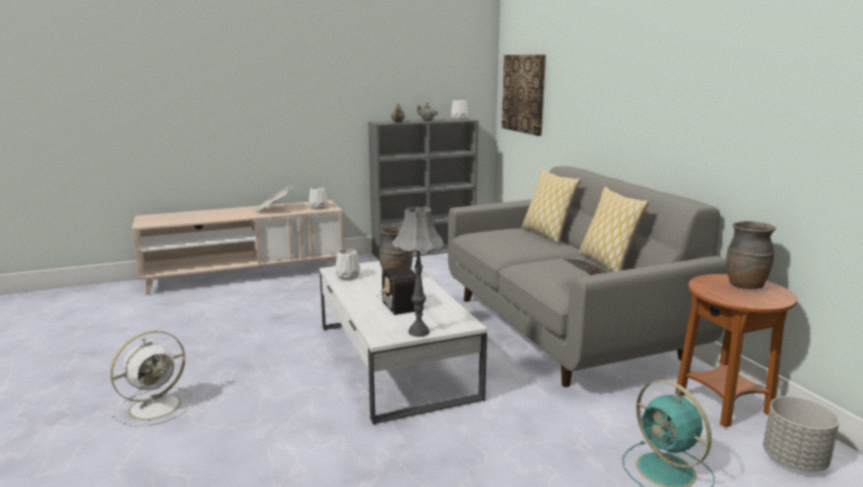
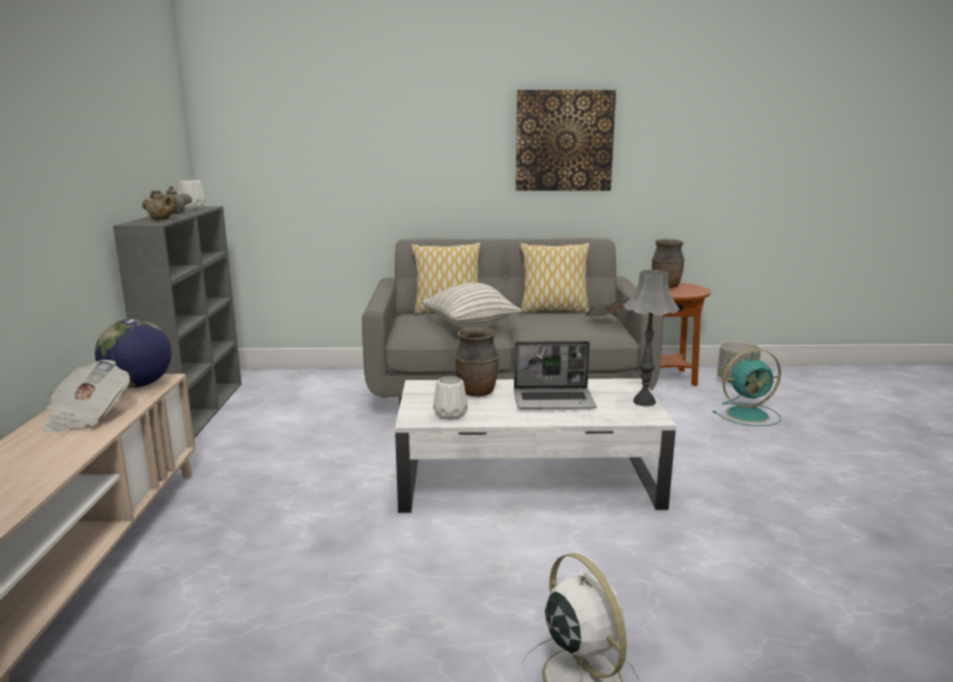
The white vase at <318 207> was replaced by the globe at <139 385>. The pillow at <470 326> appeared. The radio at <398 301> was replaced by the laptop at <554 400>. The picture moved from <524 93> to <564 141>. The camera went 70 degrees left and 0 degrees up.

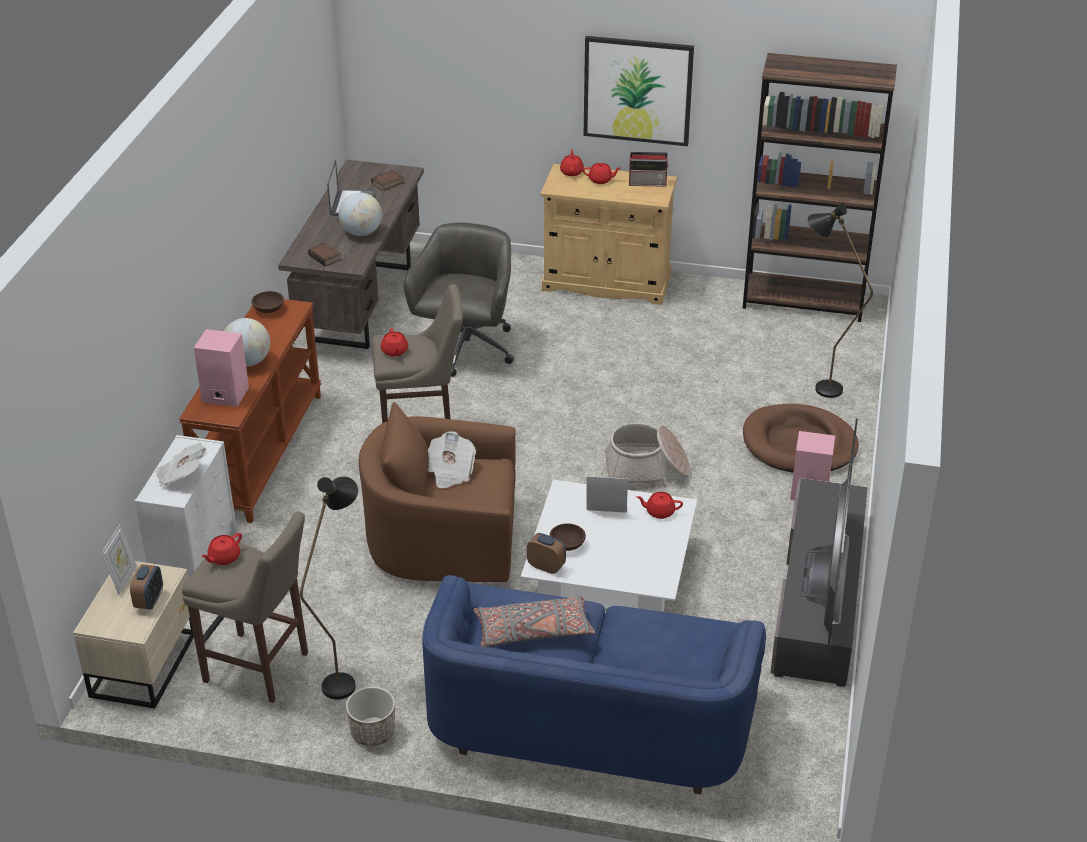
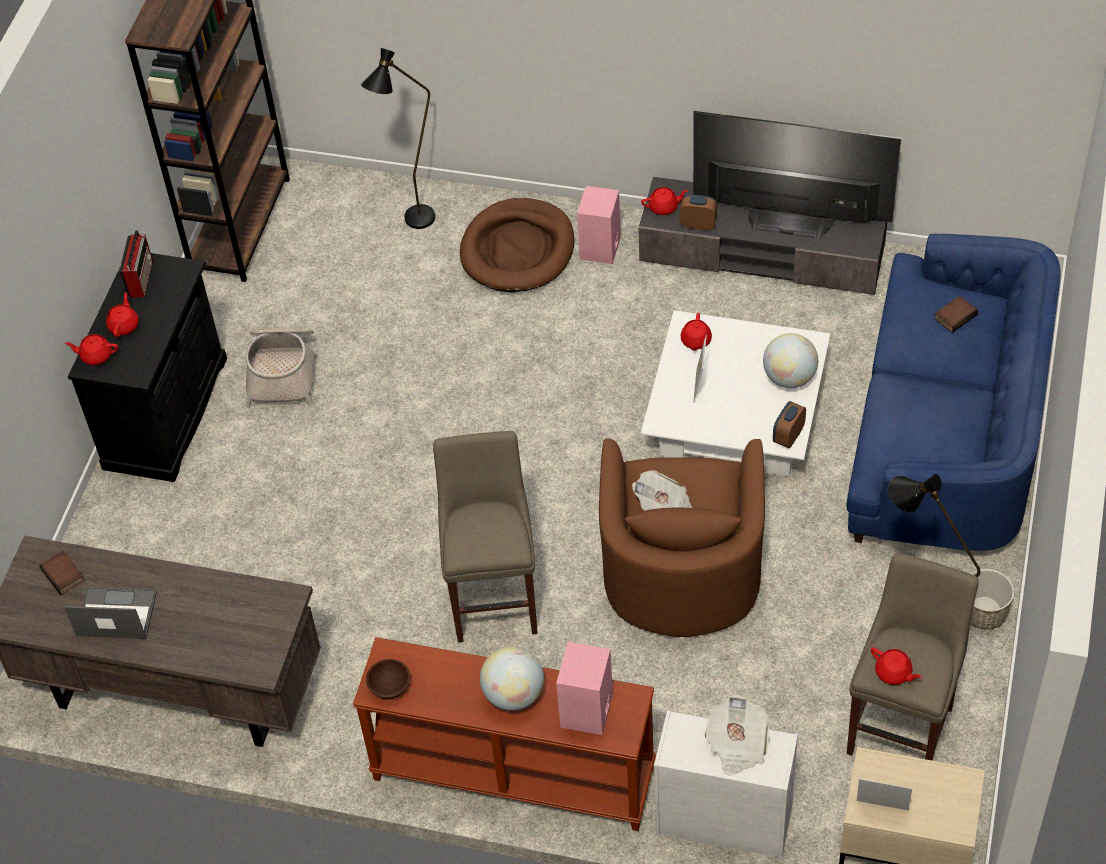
The beige cabinet at <606 282> became the black cabinet at <166 413>. The basket moved from <646 469> to <283 371>. The red teapot moved from <394 351> to <664 207>. The alarm clock moved from <149 601> to <698 224>. The globe moved from <361 233> to <789 378>. The book moved from <326 257> to <955 316>. The grey office chair at <466 350> disappeared. The grey pillow at <533 631> disappeared. The brown bowl at <566 544> disappeared. The picture at <637 90> disappeared. The camera went 85 degrees left and 15 degrees up.

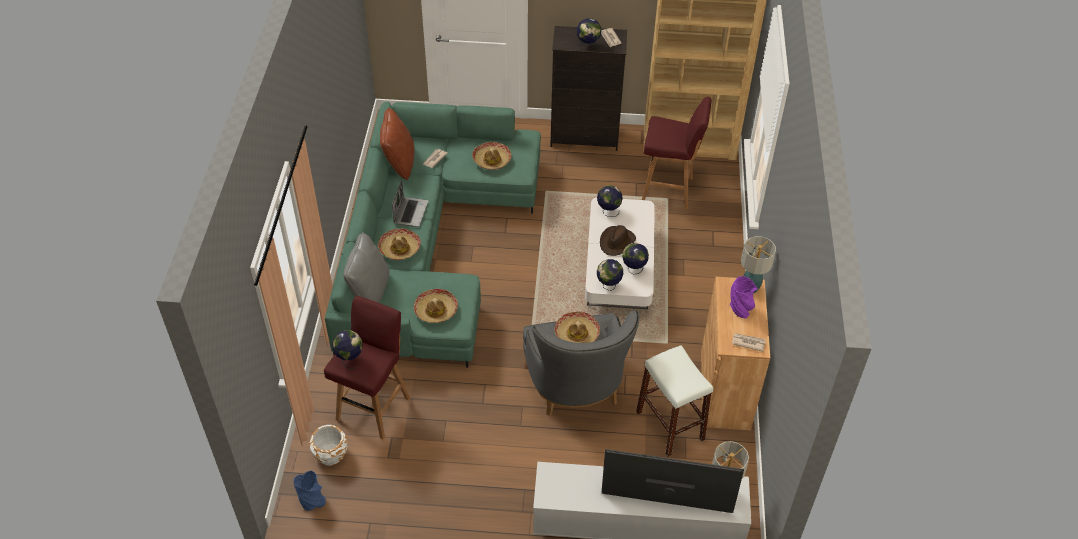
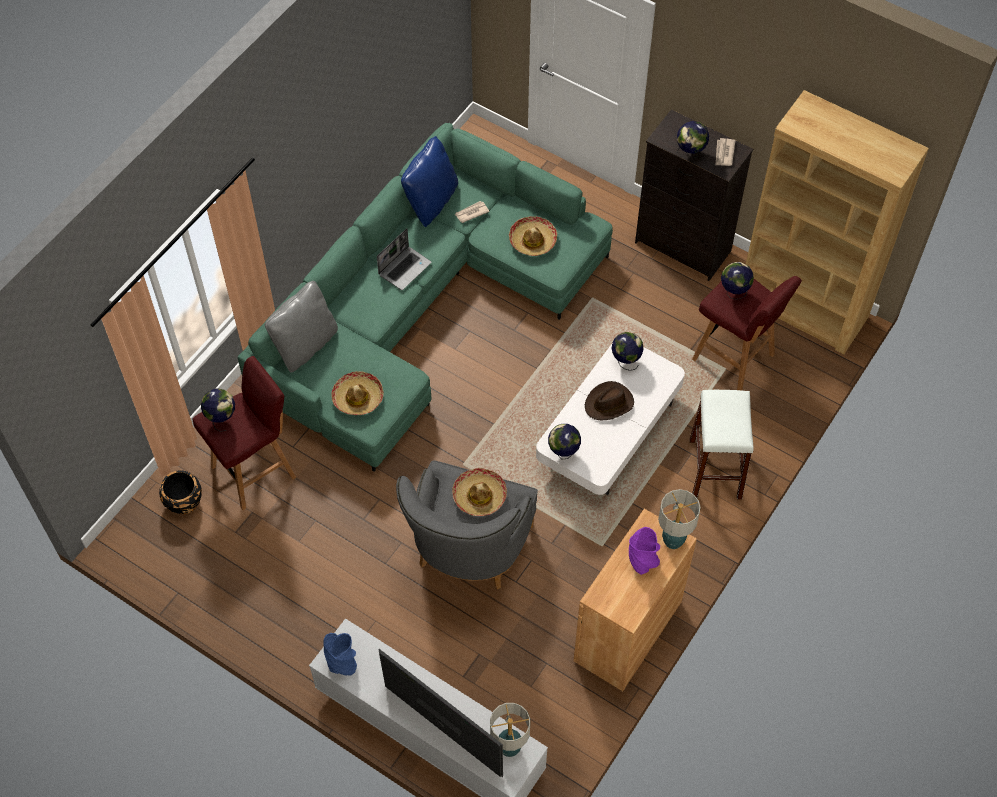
The white planter at <330 455> became the black planter at <184 502>. The blue vase moved from <312 501> to <341 662>. The brown pillow at <399 163> became the blue pillow at <431 201>. The white stool moved from <670 425> to <715 469>. The globe moved from <633 269> to <734 292>. The hat at <399 248> disappeared. The newspaper at <748 342> disappeared. The camera went 30 degrees right and 10 degrees up.

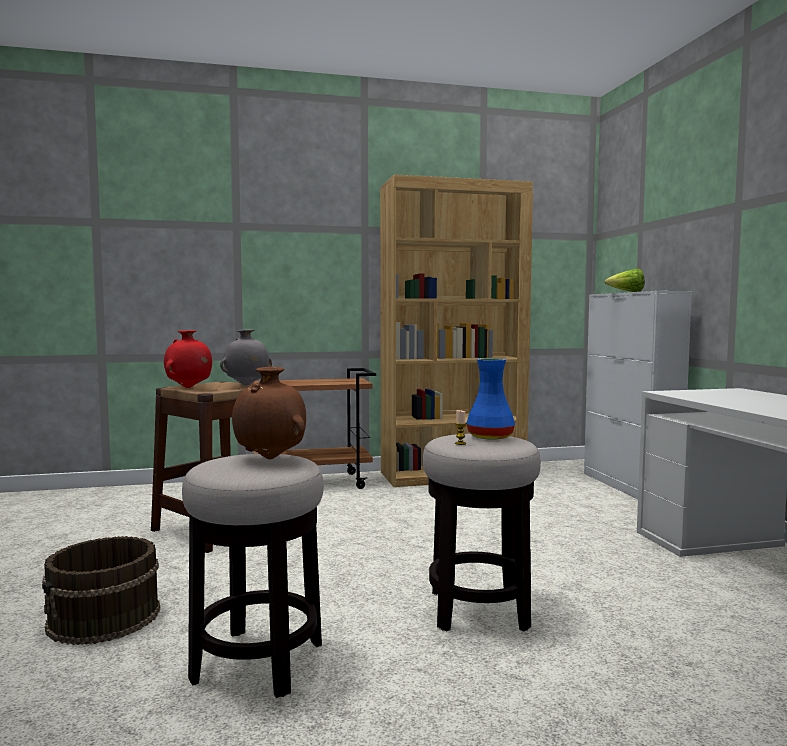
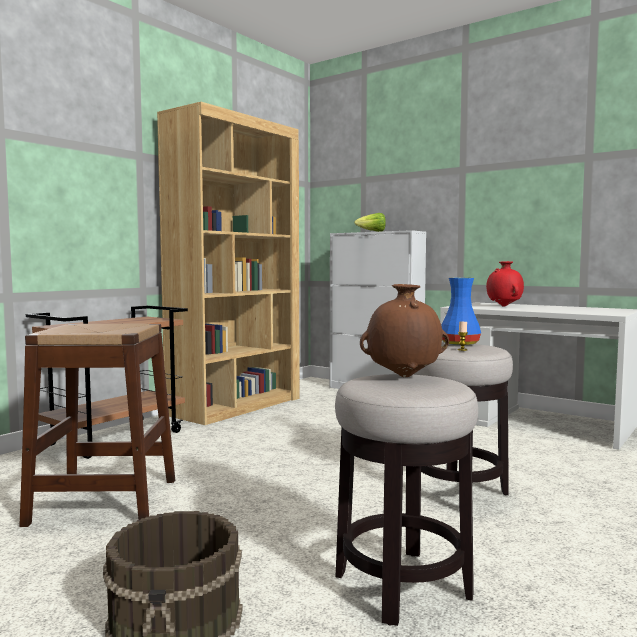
The red vase moved from <188 388> to <504 306>. The grey vase at <246 385> disappeared. The camera went 40 degrees left and 0 degrees up.

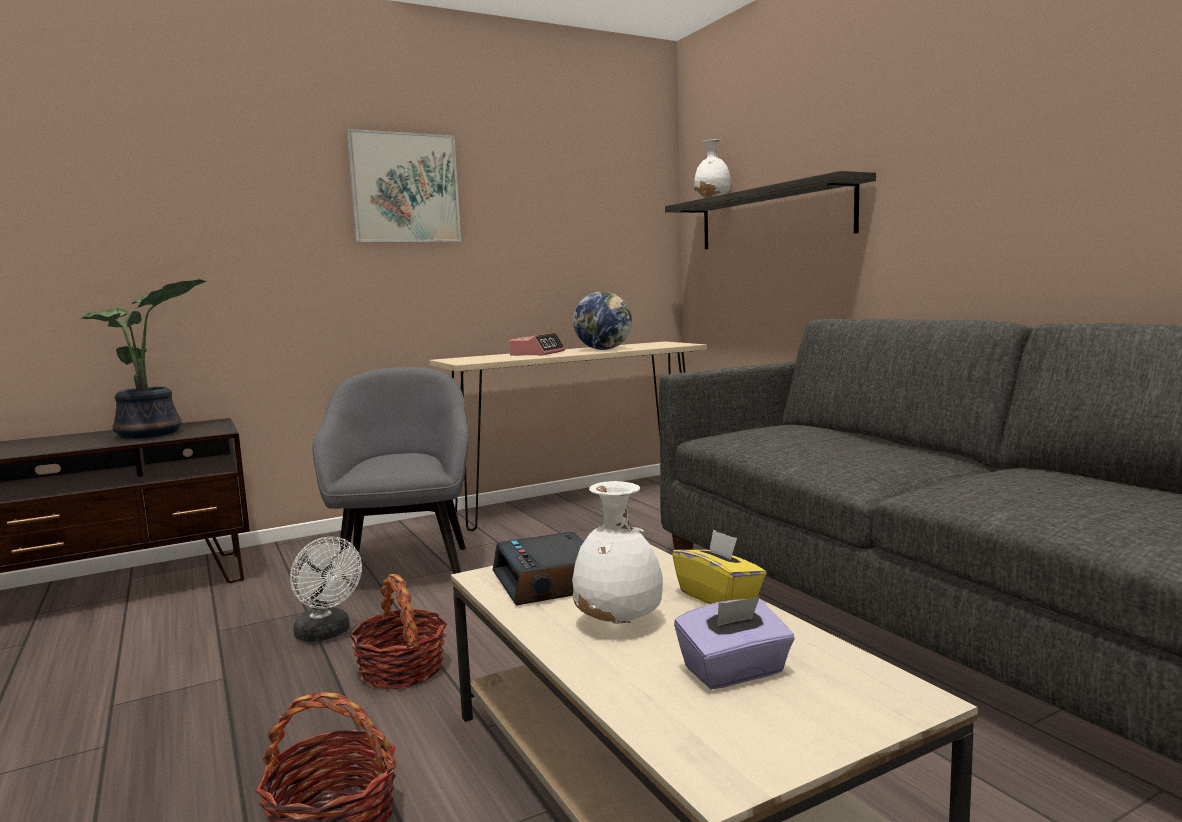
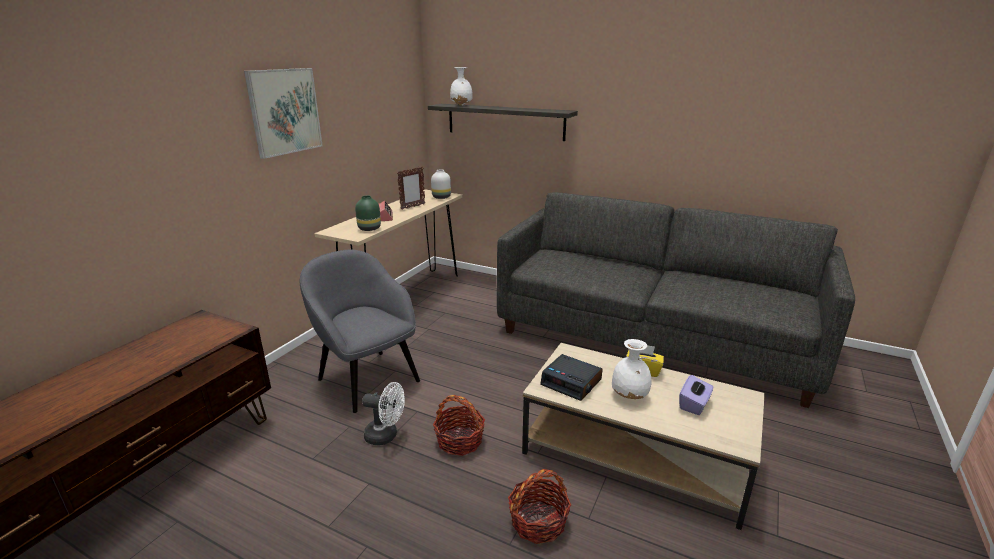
The green vase at <370 229> appeared. The globe at <603 349> was replaced by the picture frame at <412 207>. The white vase at <441 197> appeared. The potted plant at <152 434> disappeared. The camera went 35 degrees left and 15 degrees up.

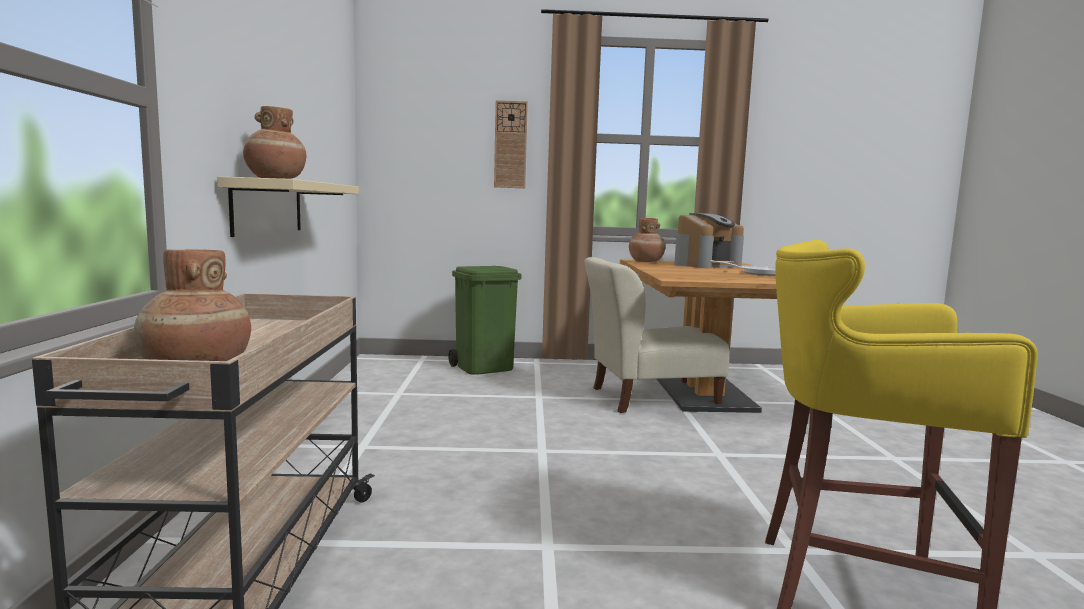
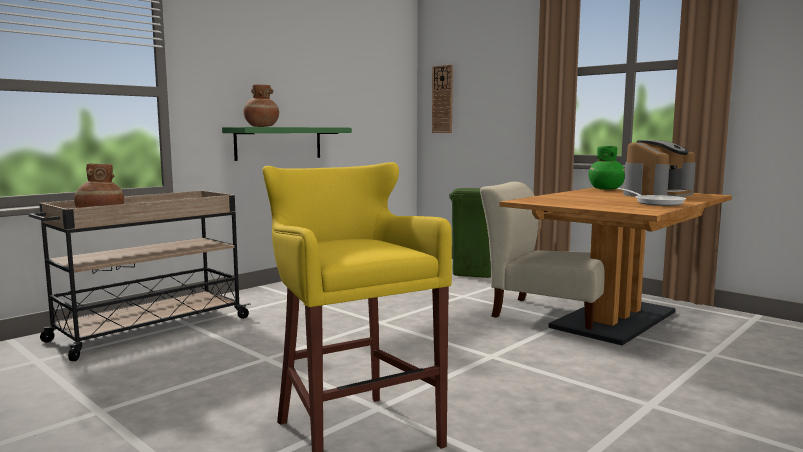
The beige shelf at <268 207> became the green shelf at <279 143>. The wall clock moved from <510 145> to <442 99>. The brown vase at <646 261> became the green vase at <606 189>. The coffee machine at <706 265> turned 45 degrees counterclockwise. The camera went 45 degrees right and 0 degrees up.

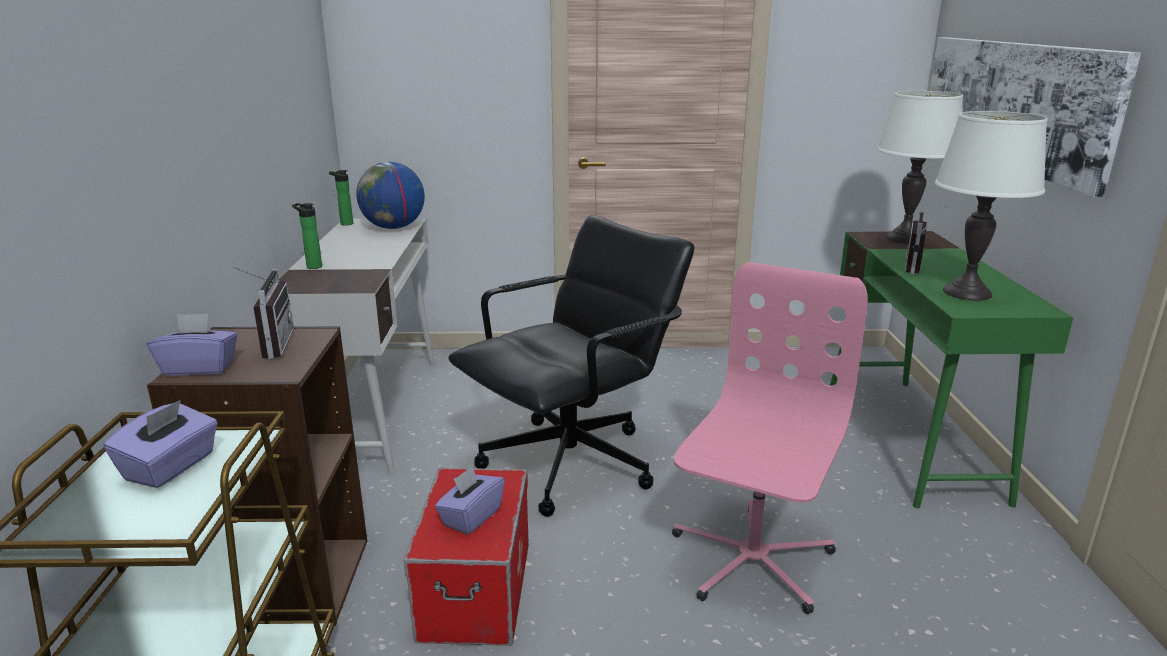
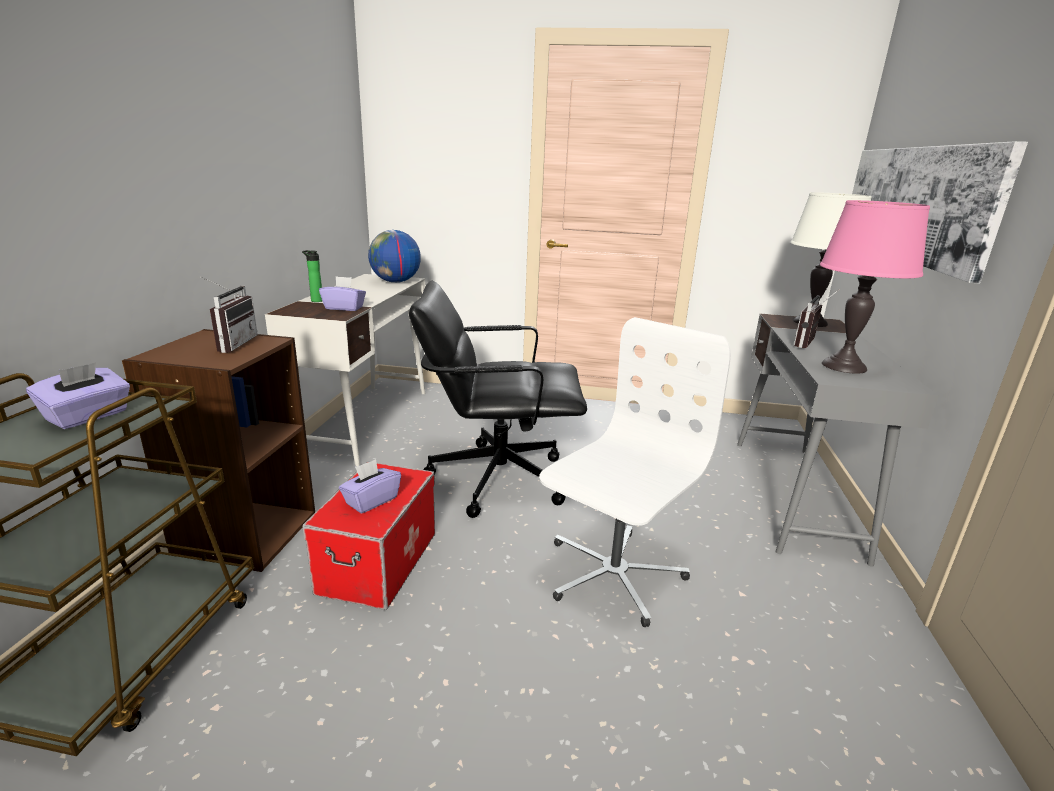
The purple tissue box moved from <199 368> to <344 308>. The black office chair at <572 464> turned 150 degrees counterclockwise. The pink office chair at <750 560> became the white office chair at <612 574>. The green desk at <910 438> became the grey desk at <794 495>. The white table lamp at <966 292> became the pink table lamp at <843 366>. The bottle at <344 224> disappeared. The camera went 10 degrees right and 0 degrees up.

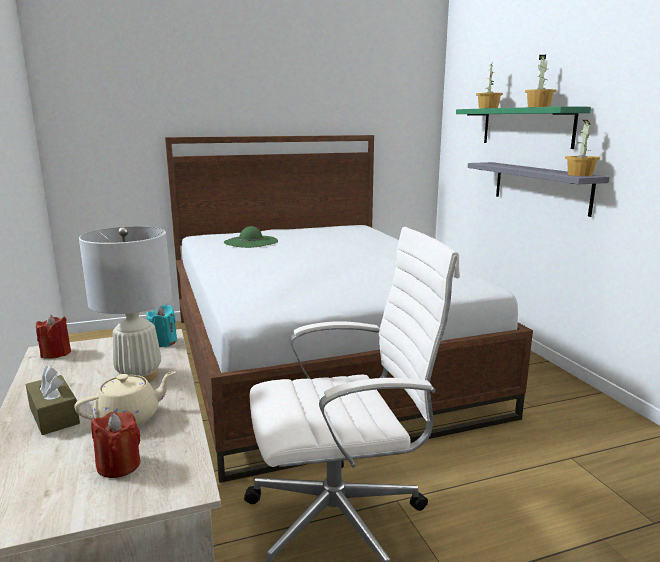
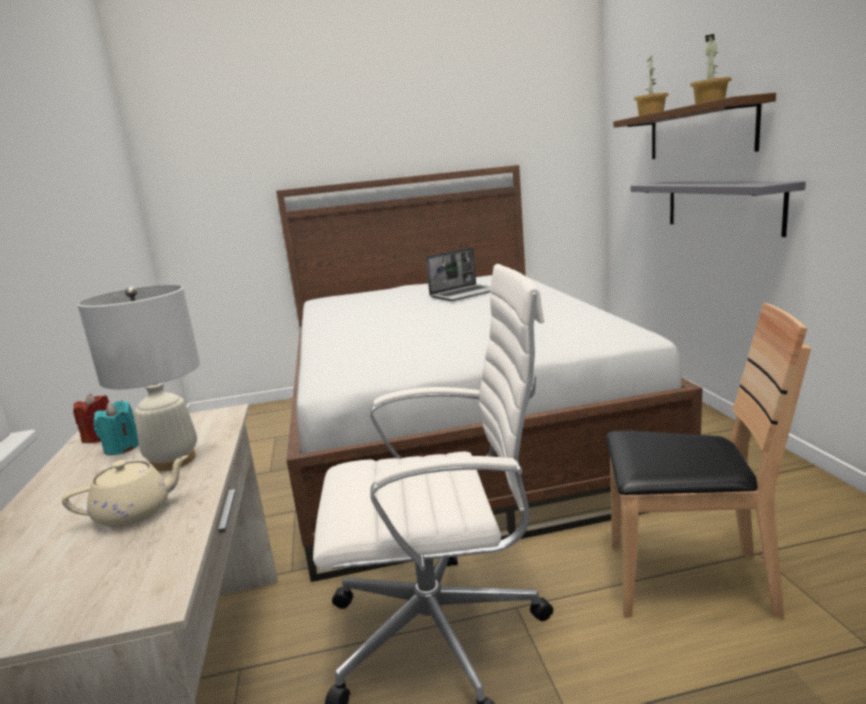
The turquoise candle moved from <163 342> to <122 448>. The laptop at <464 294> appeared. The brown chair at <687 580> appeared. The green shelf at <526 127> became the brown shelf at <699 131>. The brown tissue box at <54 415> disappeared. The red candle at <119 465> disappeared. The green hat at <251 242> disappeared. The potted plant at <579 175> disappeared. The camera went 10 degrees right and 0 degrees up.

